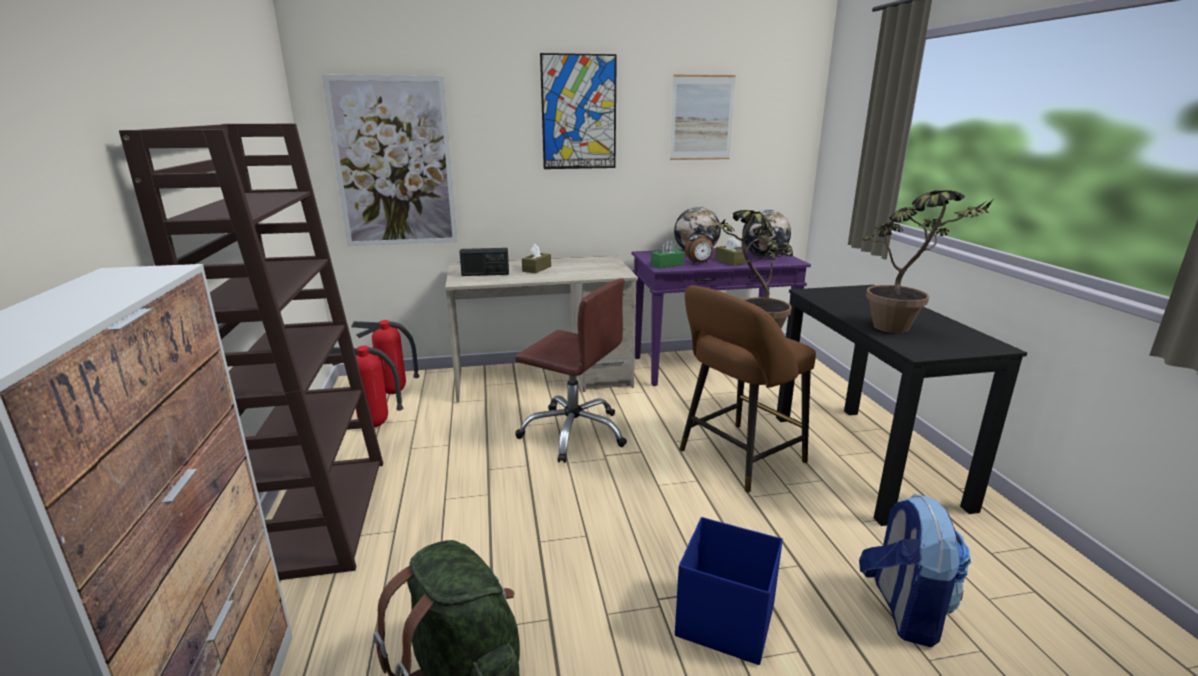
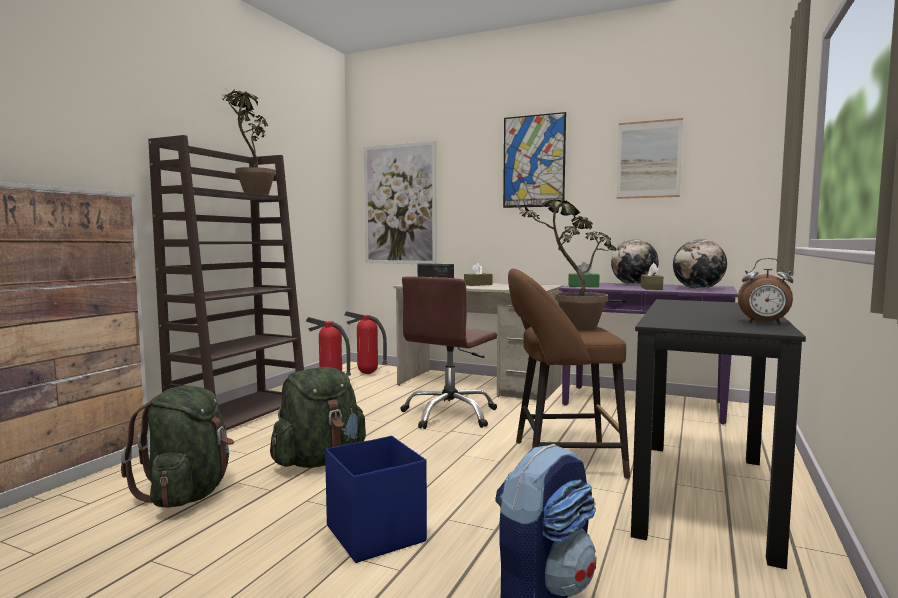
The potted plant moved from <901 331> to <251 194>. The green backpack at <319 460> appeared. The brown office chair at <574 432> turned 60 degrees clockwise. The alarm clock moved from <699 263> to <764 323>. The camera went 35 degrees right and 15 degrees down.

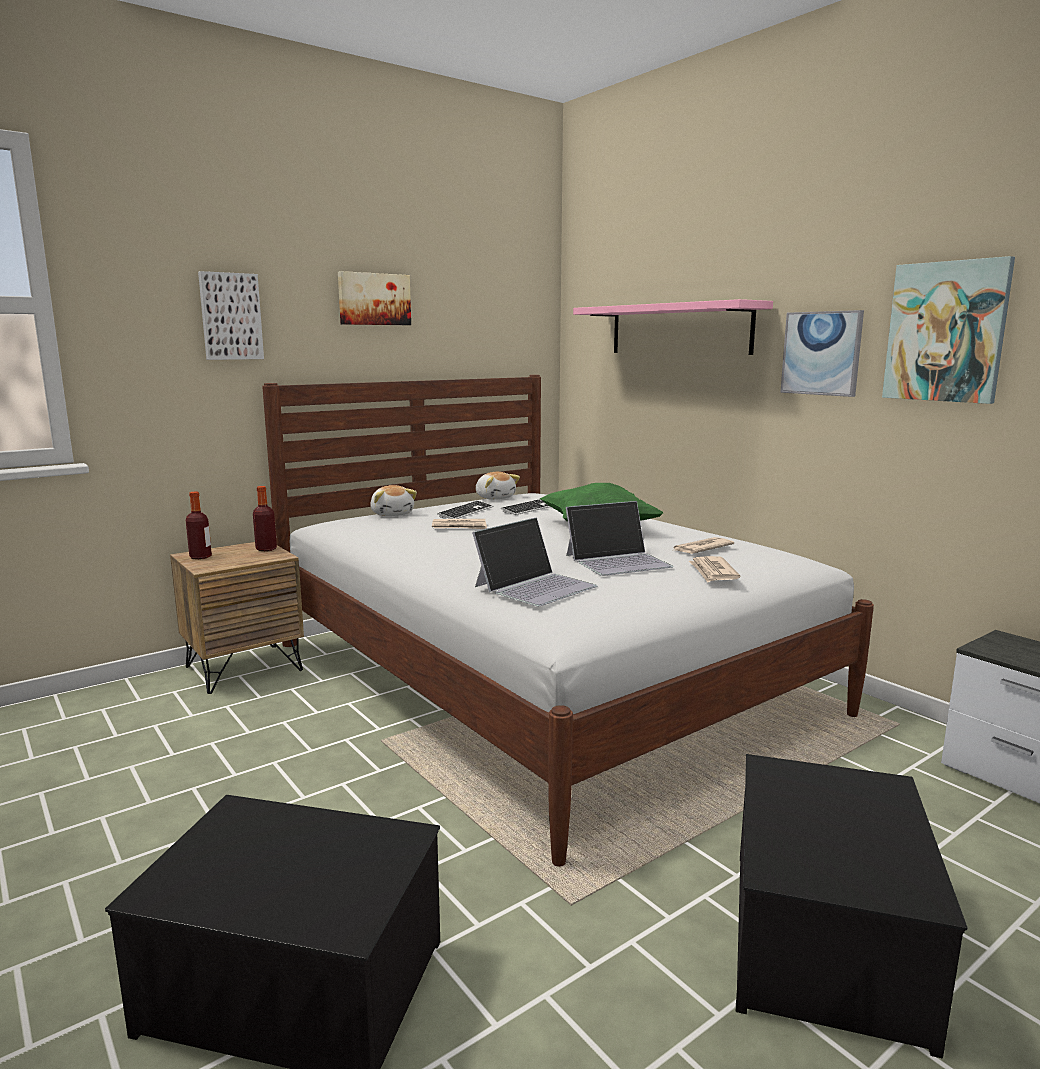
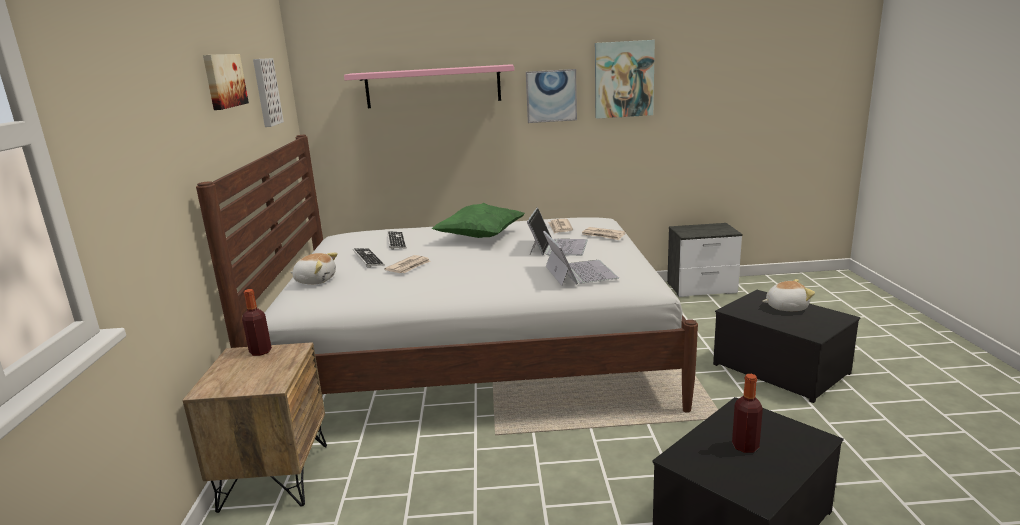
The picture moved from <230 316> to <265 92>. The bottle moved from <200 557> to <745 446>. The plush toy moved from <495 498> to <785 307>. The camera went 55 degrees left and 5 degrees up.

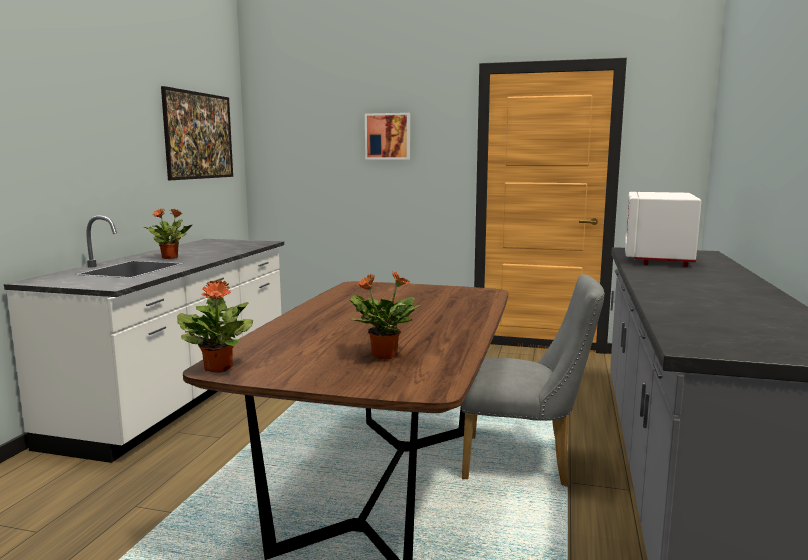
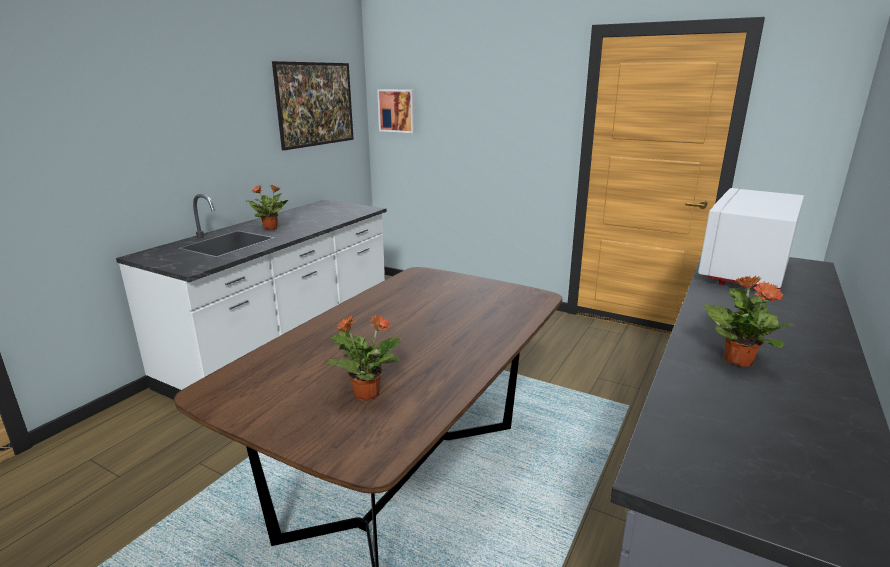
The picture moved from <388 136> to <397 110>. The potted plant moved from <219 368> to <738 360>. The grey chair at <525 462> disappeared. The camera went 15 degrees right and 10 degrees up.

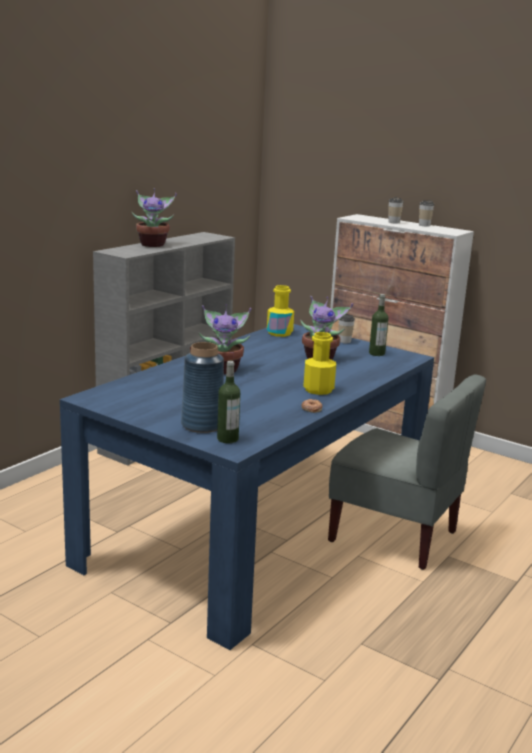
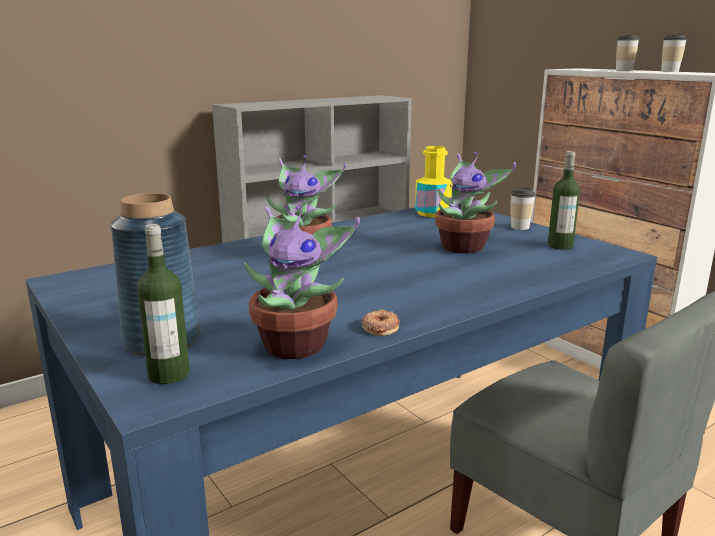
The potted plant moved from <153 244> to <297 345>. The yellow bottle at <318 390> disappeared. The camera went 20 degrees right and 0 degrees up.

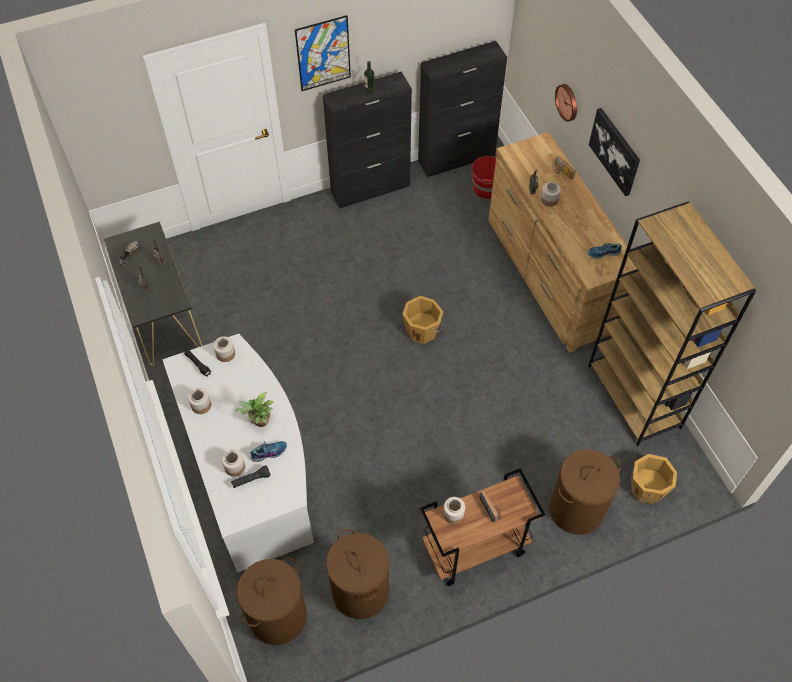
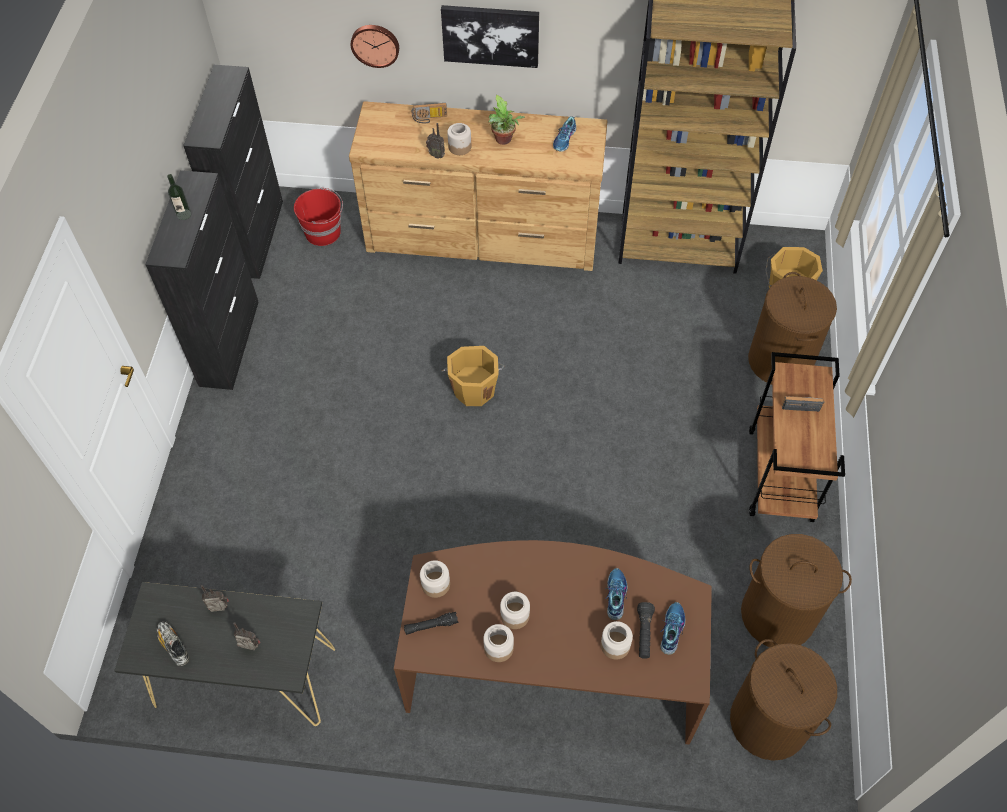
The white desk at <250 468> became the brown desk at <552 665>. The potted plant moved from <259 422> to <504 140>. The jar moved from <453 514> to <514 615>. The shoe at <671 630> appeared. The picture at <323 53> disappeared. The camera went 60 degrees left and 0 degrees up.

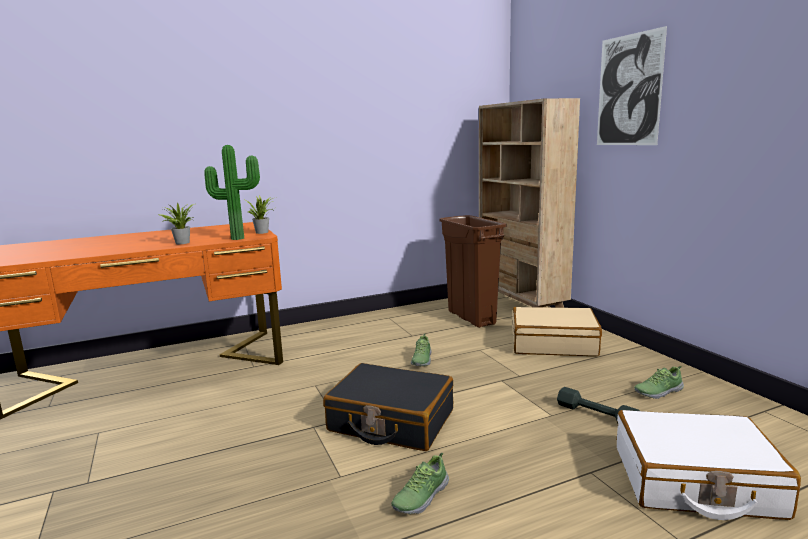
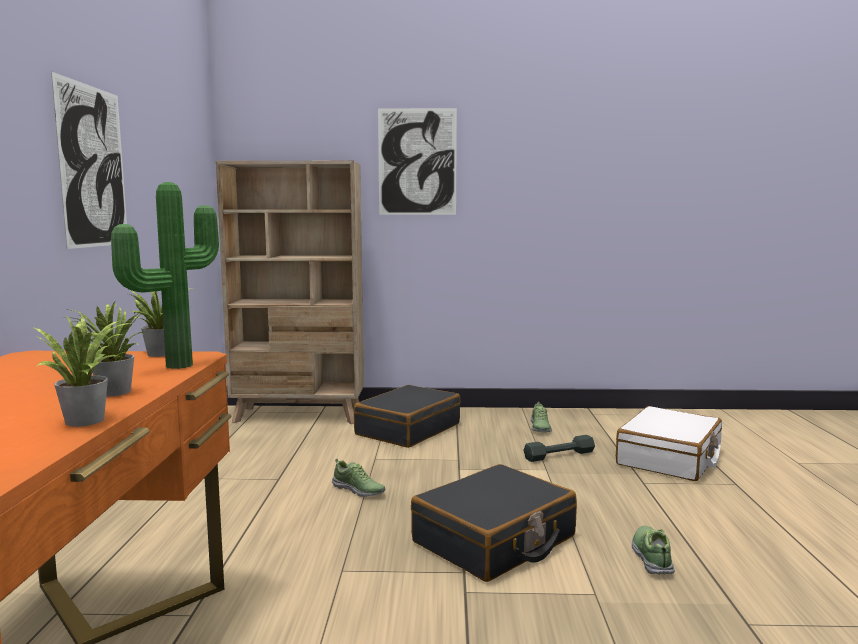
The potted plant at <90 420> appeared. The picture at <93 167> appeared. The beige suitcase at <553 343> became the black suitcase at <407 429>. The shoe at <420 497> turned 150 degrees counterclockwise. The brown trash can at <471 318> disappeared. The camera went 65 degrees left and 5 degrees down.

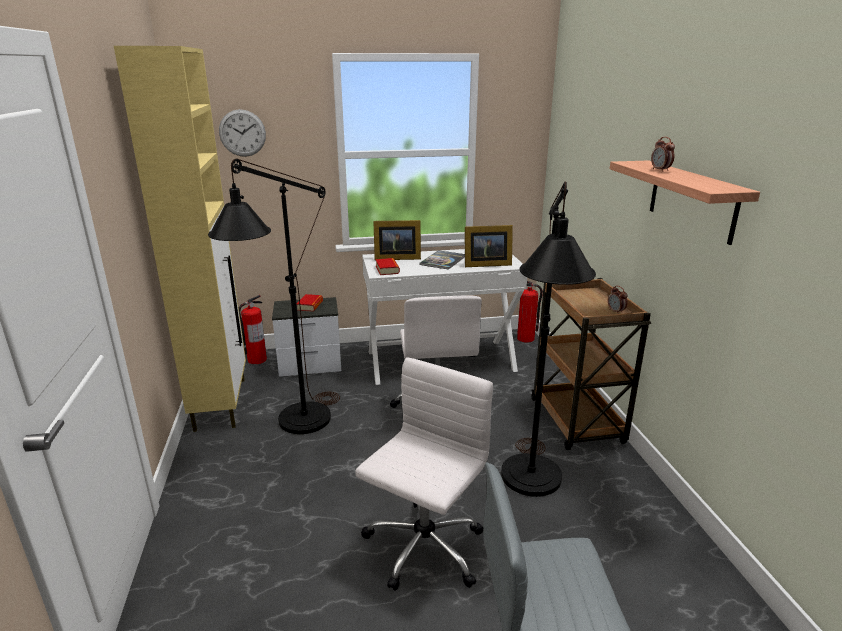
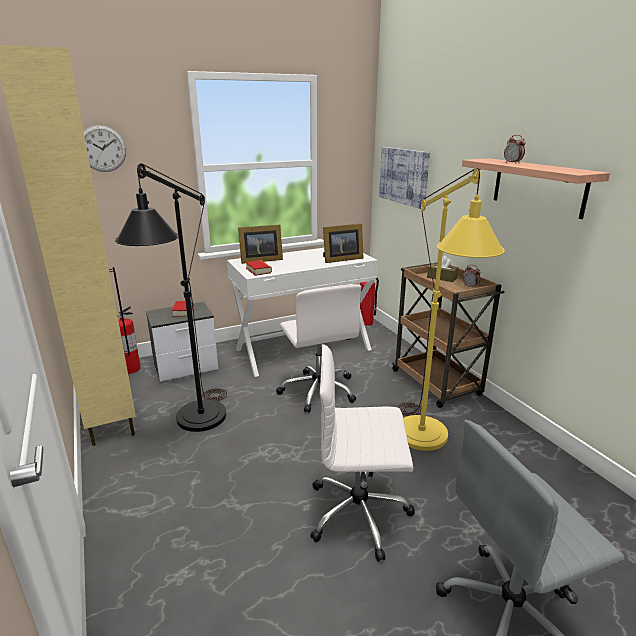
The white office chair at <423 548> turned 105 degrees counterclockwise. The picture at <404 176> appeared. The black floor lamp at <531 488> became the yellow floor lamp at <425 443>. The brown tissue box at <442 278> appeared. The book at <443 260> disappeared. The camera went 15 degrees left and 0 degrees up.

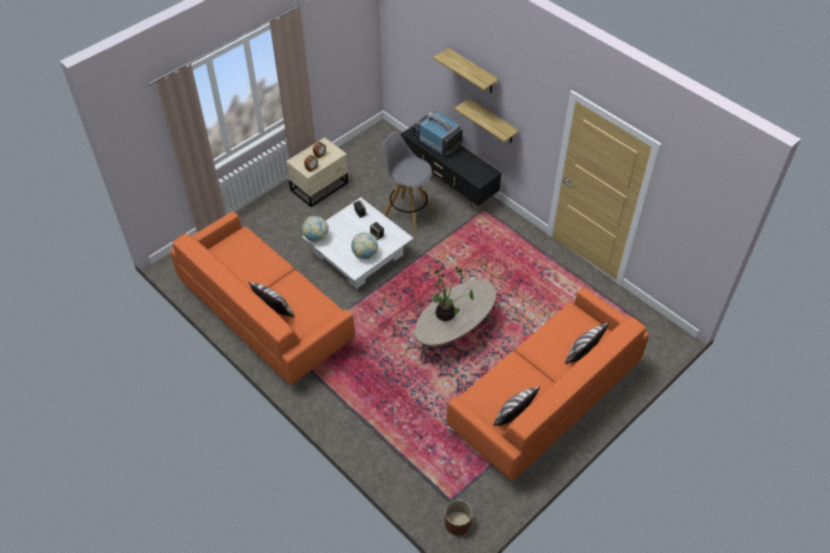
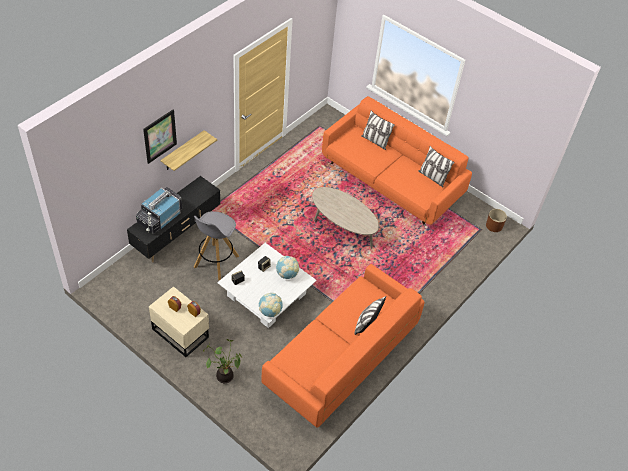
The shelf at <472 71> was replaced by the picture at <160 136>. The potted plant moved from <447 314> to <224 375>. The camera went 100 degrees left and 0 degrees up.

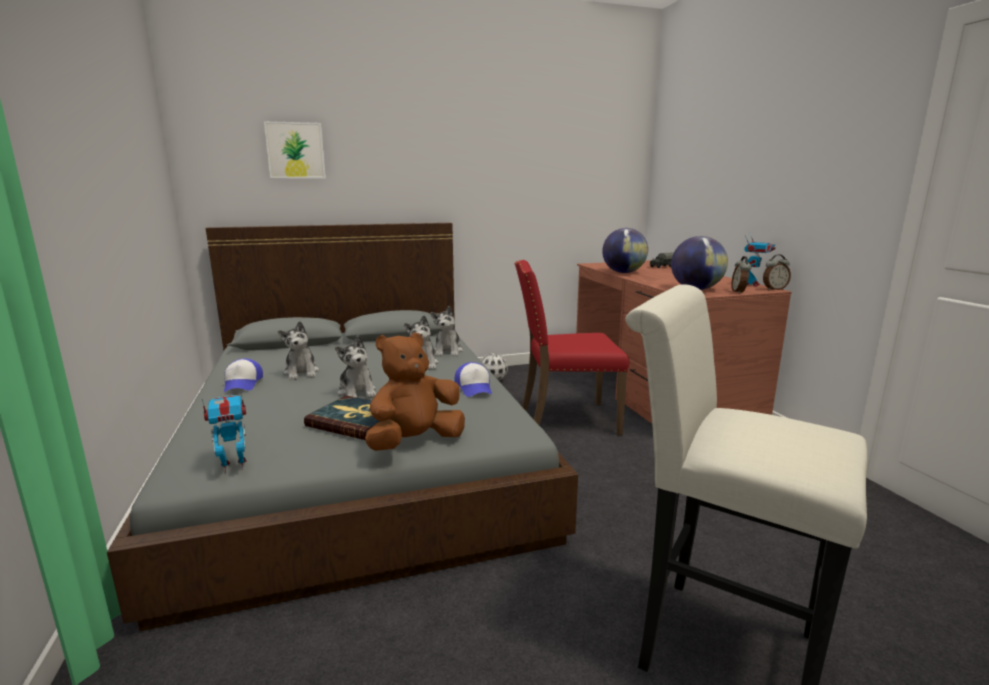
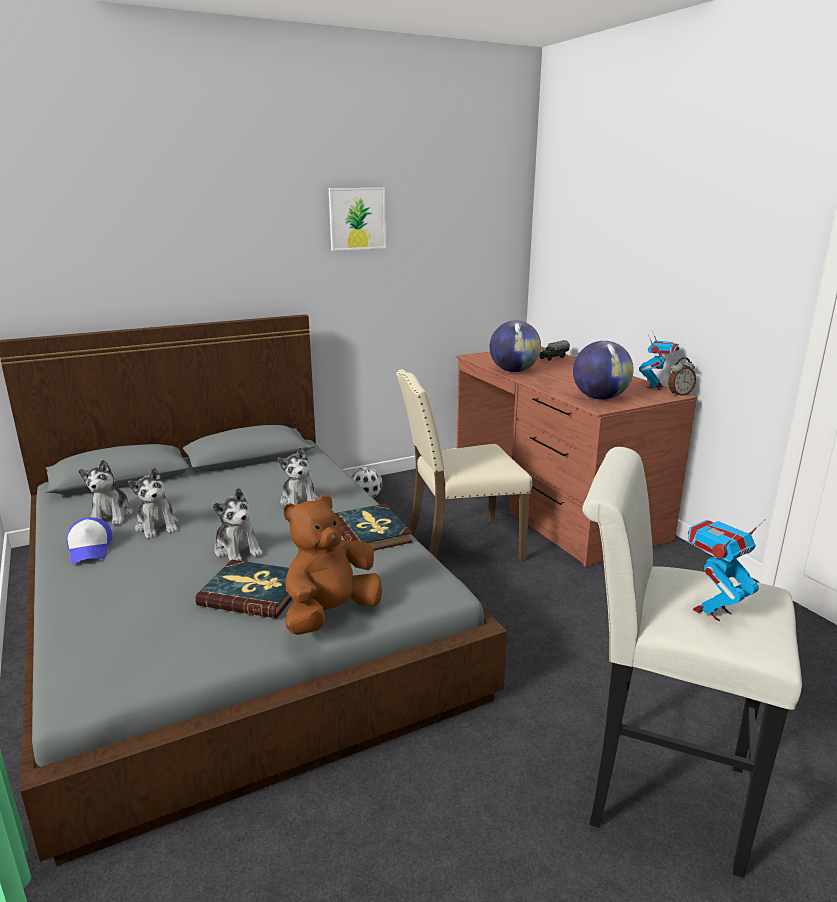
The plush toy moved from <448 351> to <111 516>. The picture moved from <295 150> to <357 218>. The cap at <474 388> was replaced by the book at <371 532>. The red chair at <565 419> became the beige chair at <460 546>. The toy robot moved from <233 466> to <712 611>. The alarm clock at <739 292> disappeared. The camera went 10 degrees left and 5 degrees up.

